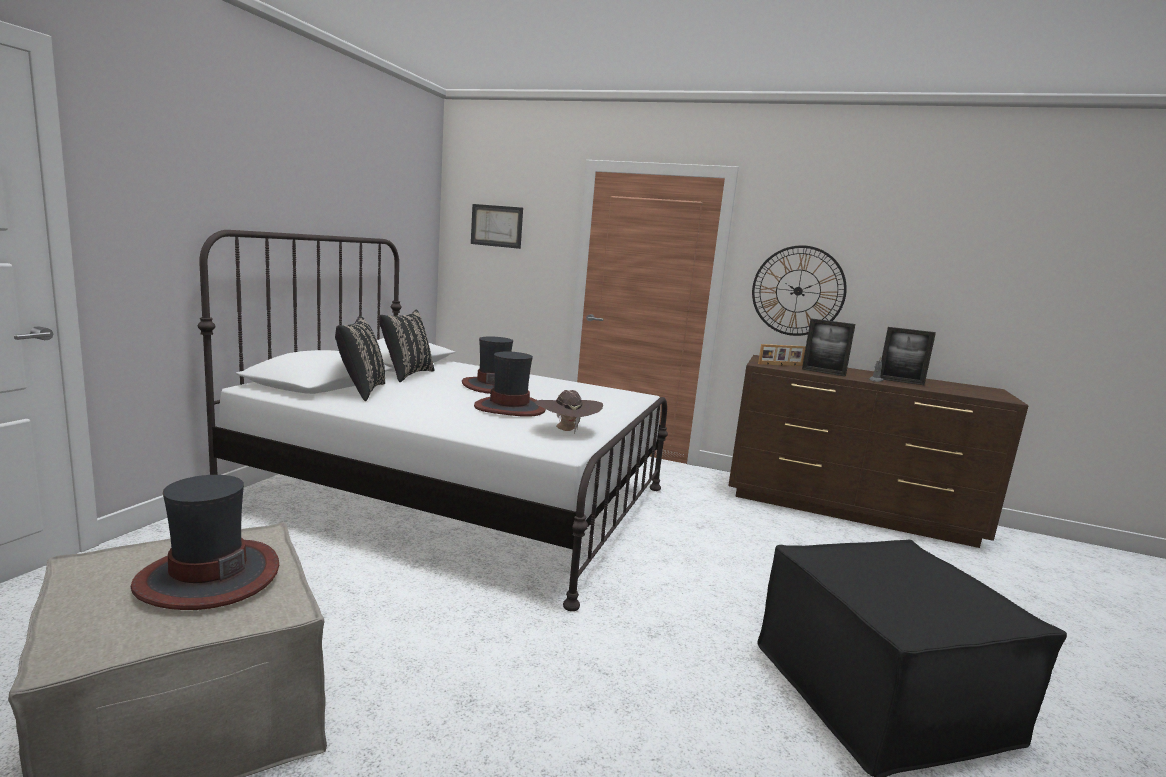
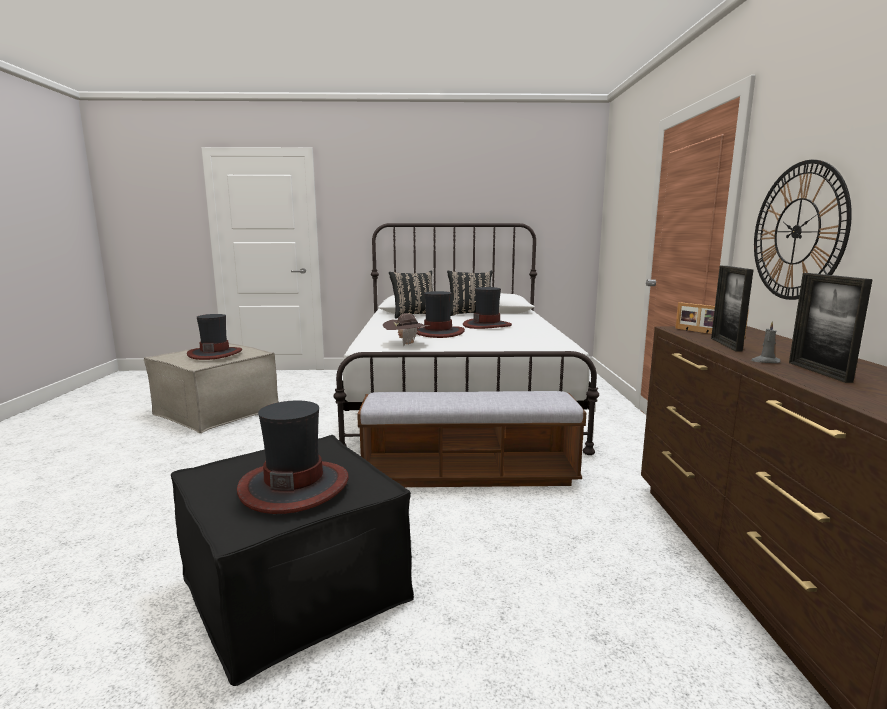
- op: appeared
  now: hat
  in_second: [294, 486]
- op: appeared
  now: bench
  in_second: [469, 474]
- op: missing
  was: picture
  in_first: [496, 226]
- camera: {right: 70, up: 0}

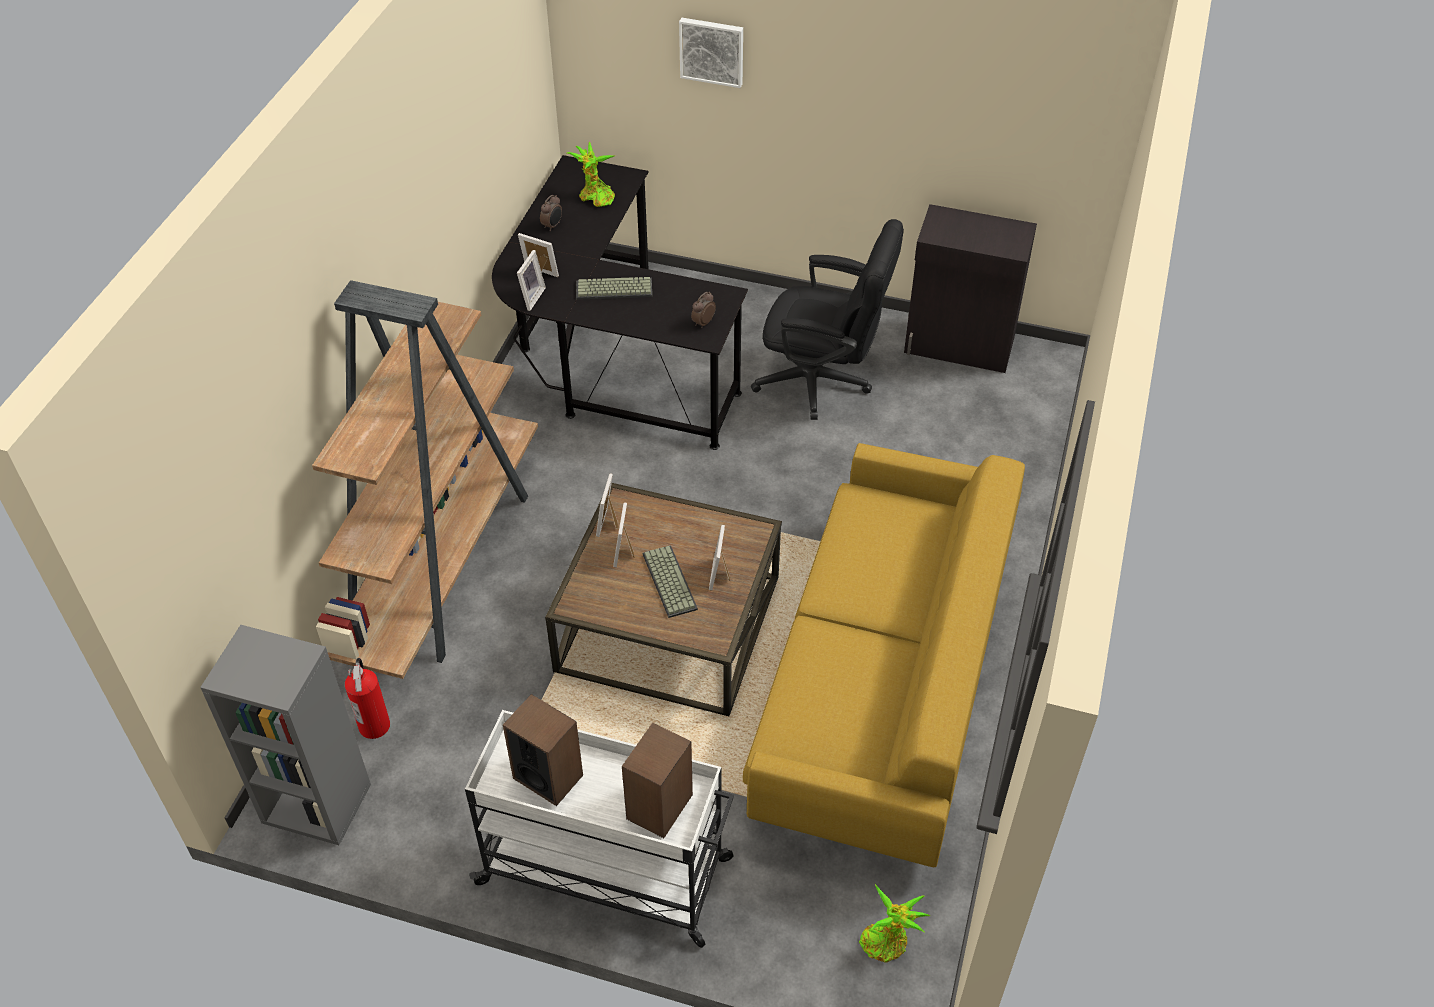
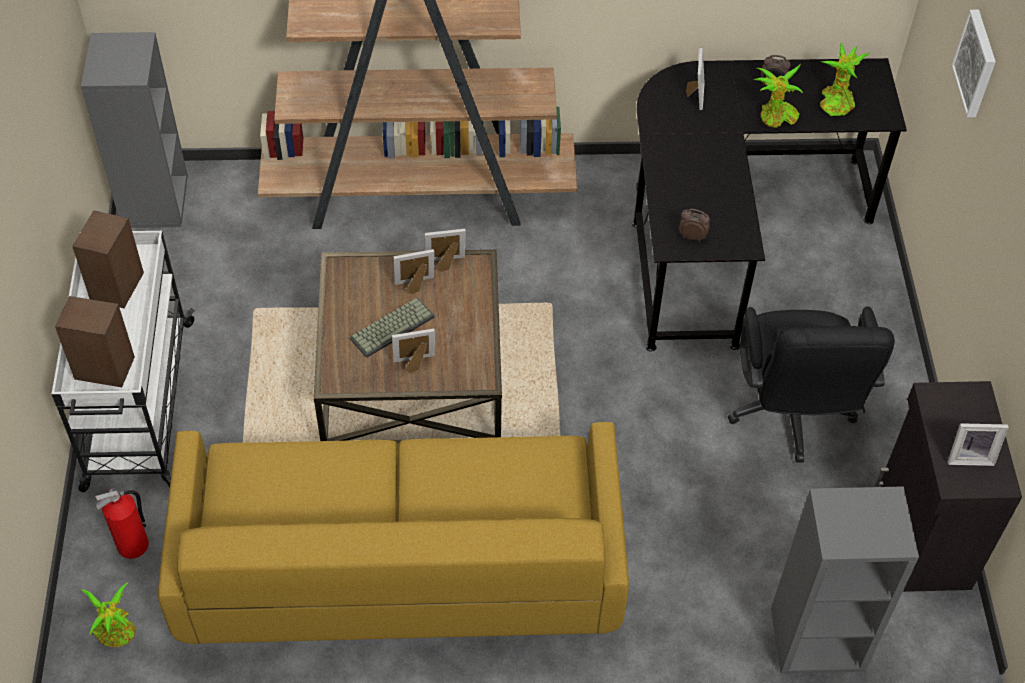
- op: relocated
  was: fire extinguisher
  in_first: [375, 725]
  in_second: [134, 545]
- op: appeared
  now: potted plant
  in_second: [775, 118]
- op: appeared
  now: bookcase (grey)
  in_second: [816, 640]
- op: relocated
  was: picture frame
  in_first: [530, 297]
  in_second: [969, 456]
- op: missing
  was: keyboard
  in_first: [613, 290]
- camera: {right: 70, up: 5}

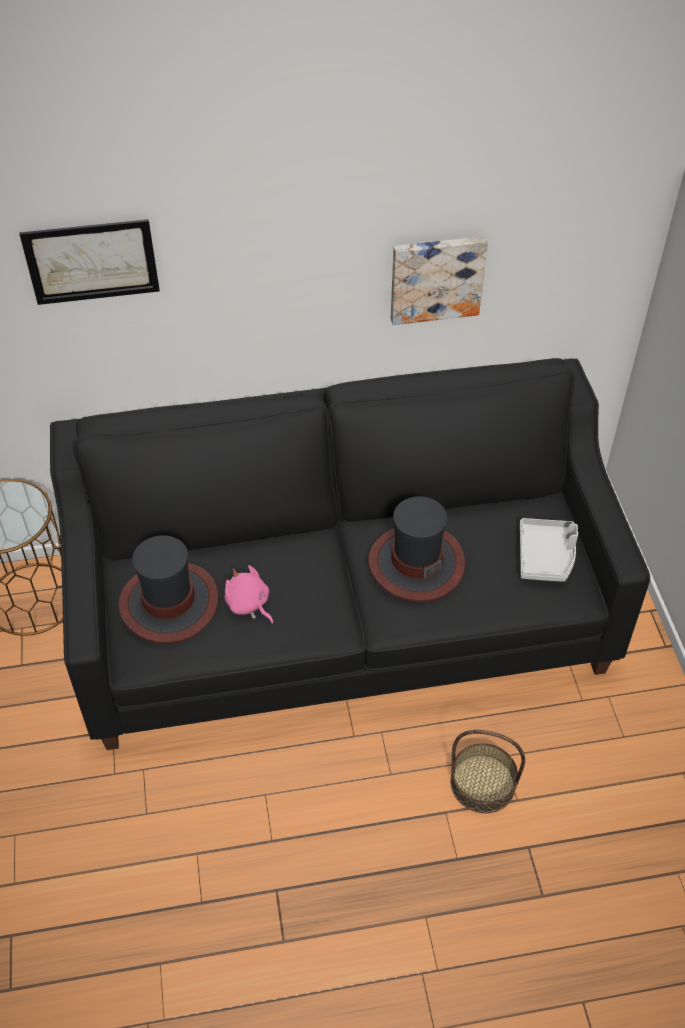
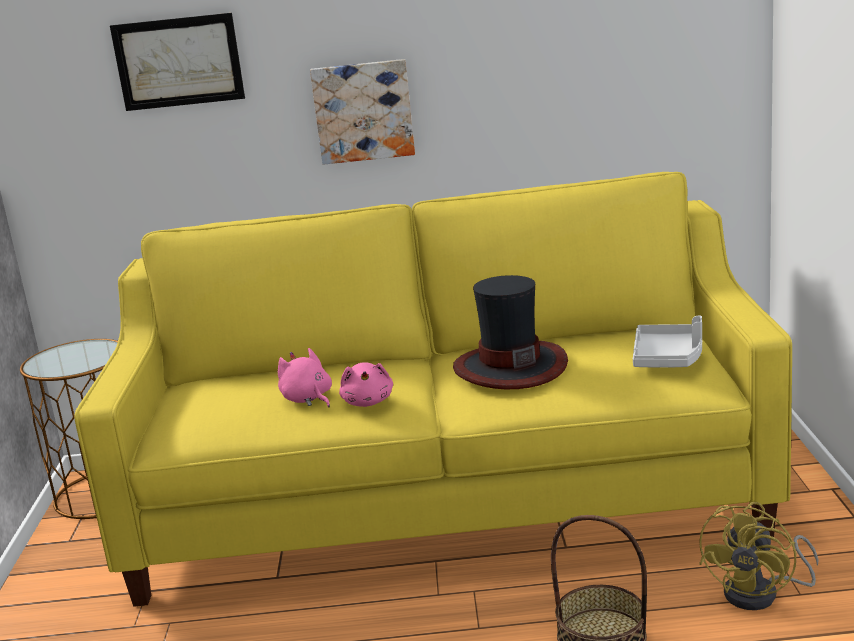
- op: colour
  was: sofa (black)
  now: sofa (yellow)
  in_first: [342, 616]
  in_second: [446, 499]
- op: relocated
  was: picture
  in_first: [436, 278]
  in_second: [363, 111]
- op: appeared
  now: plush toy (pink)
  in_second: [368, 402]
- op: appeared
  now: fan (yellow)
  in_second: [761, 594]
- op: missing
  was: hat
  in_first: [169, 603]
- camera: {right: 10, up: -30}

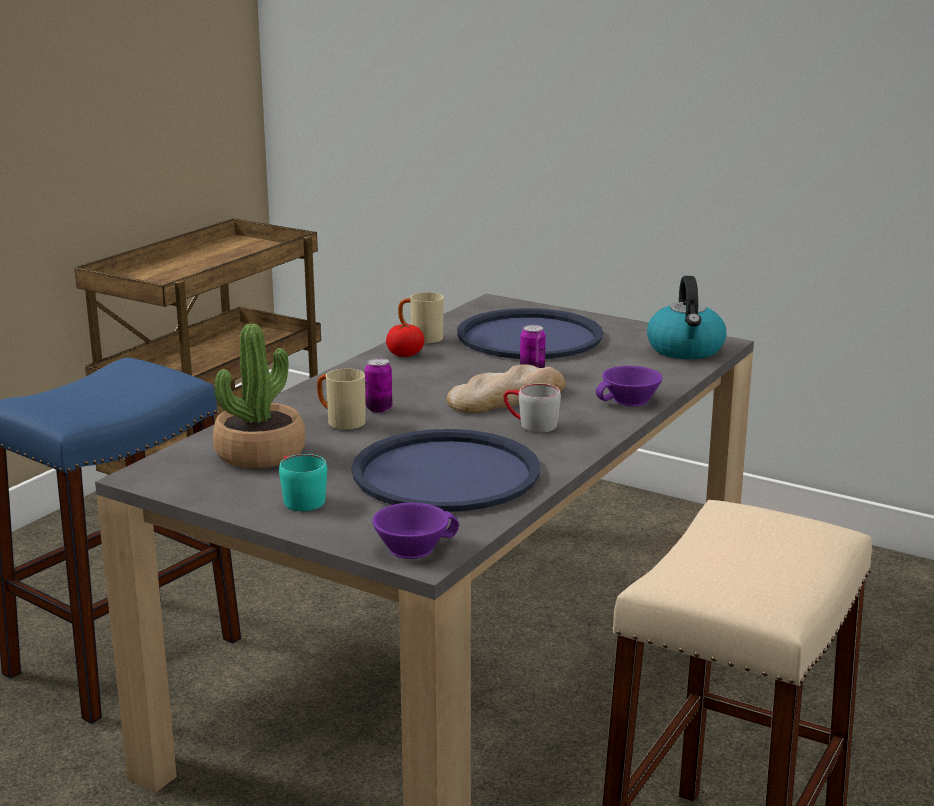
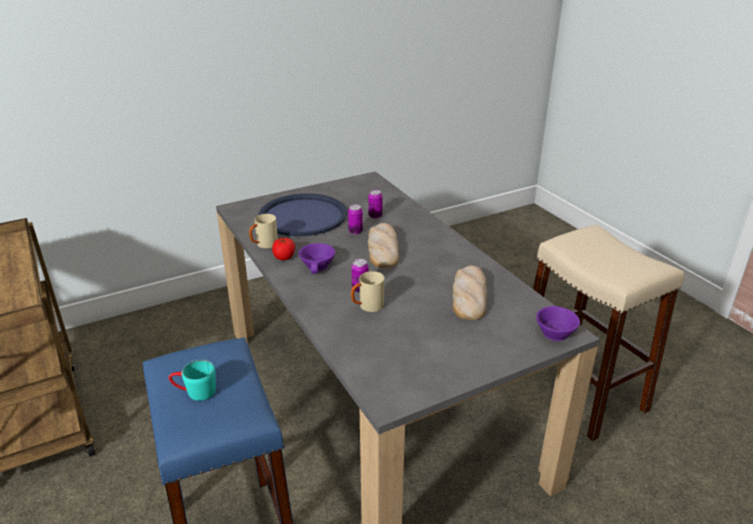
- op: relocated
  was: mug (turquoise)
  in_first: [299, 499]
  in_second: [194, 392]
- op: relocated
  was: cup (purple)
  in_first: [630, 401]
  in_second: [319, 266]
- op: appeared
  now: can
  in_second: [375, 216]
- op: exchanged
  was: tray (blue)
  now: bread
  in_first: [446, 473]
  in_second: [469, 295]
- op: missing
  was: potted plant
  in_first: [260, 453]
- op: missing
  was: mug (grey)
  in_first: [530, 424]
- op: missing
  was: kettle
  in_first: [686, 350]
- camera: {right: -60, up: 10}

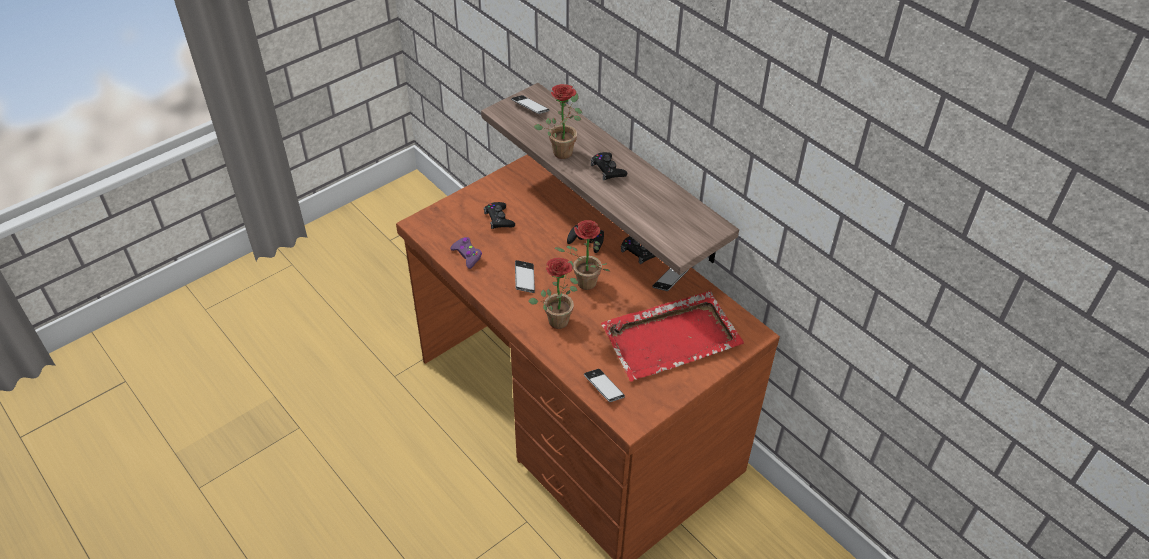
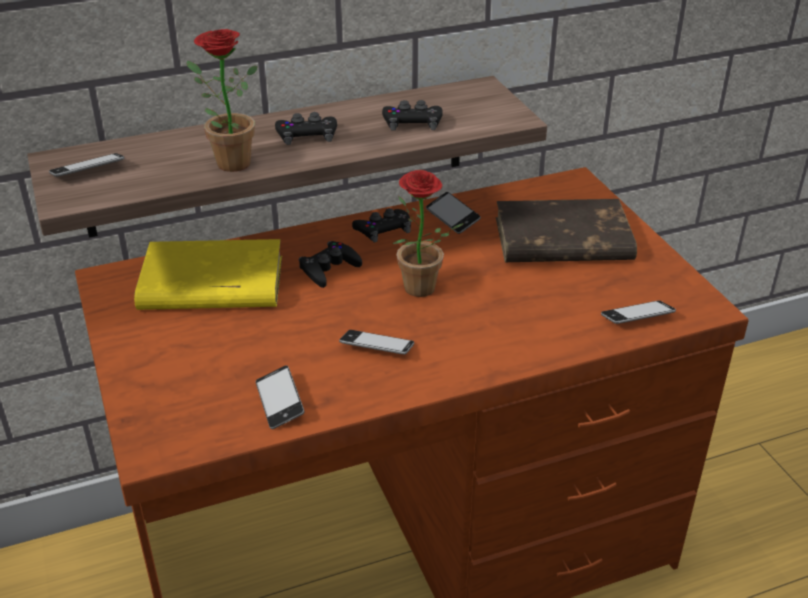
- op: appeared
  now: book (yellow)
  in_second: [210, 284]
- op: exchanged
  was: game controller (purple)
  now: phone
  in_first: [467, 255]
  in_second: [280, 402]
- op: relocated
  was: game controller (black)
  in_first: [499, 219]
  in_second: [412, 123]
- op: exchanged
  was: tray (red)
  now: book (brown)
  in_first: [672, 338]
  in_second: [561, 240]
- op: missing
  was: potted plant
  in_first: [558, 318]
- camera: {right: -70, up: -10}

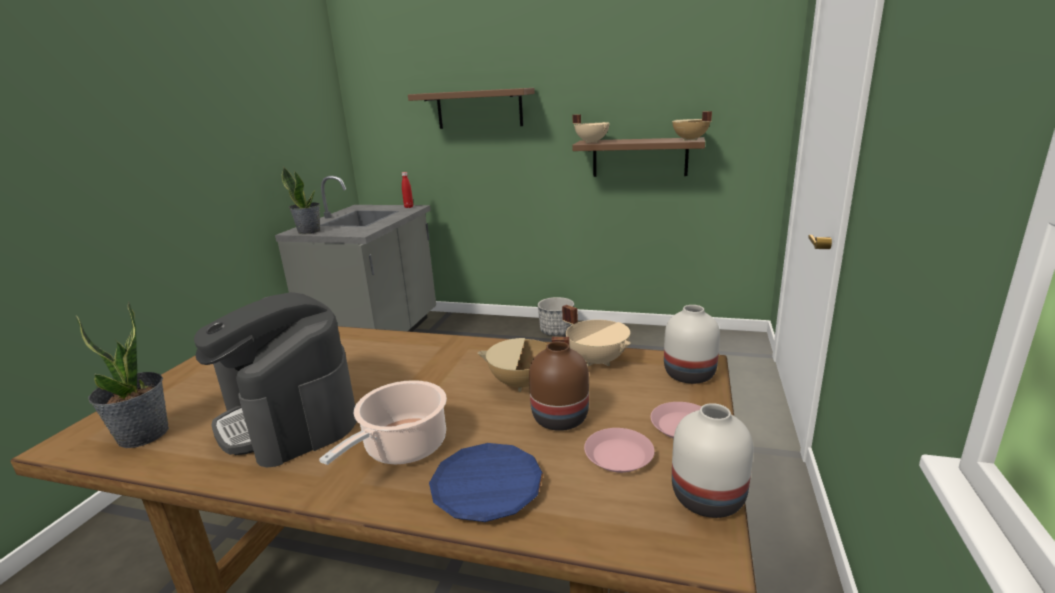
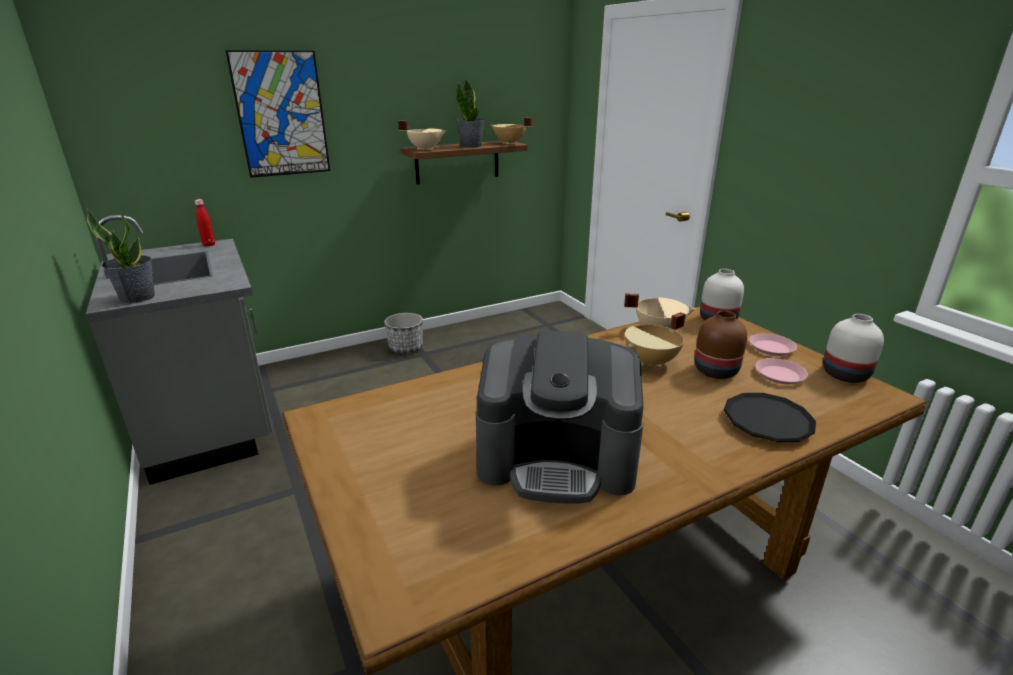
- op: exchanged
  was: shelf (brown)
  now: picture
  in_first: [479, 109]
  in_second: [281, 114]
- op: relocated
  was: potted plant
  in_first: [144, 435]
  in_second: [471, 146]
- op: colour
  was: plate (blue)
  now: plate (black)
  in_first: [487, 487]
  in_second: [767, 422]
- op: missing
  was: cooking pot
  in_first: [402, 448]
- camera: {right: -45, up: 5}

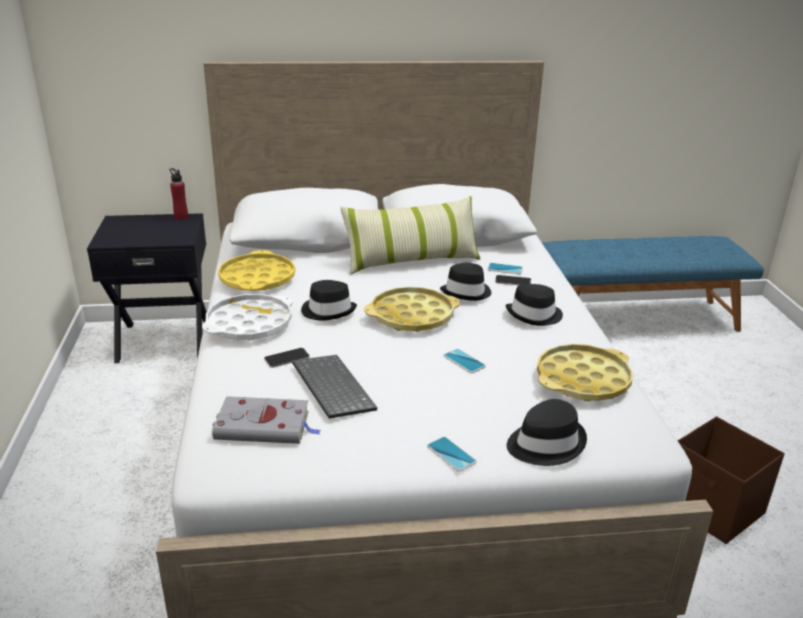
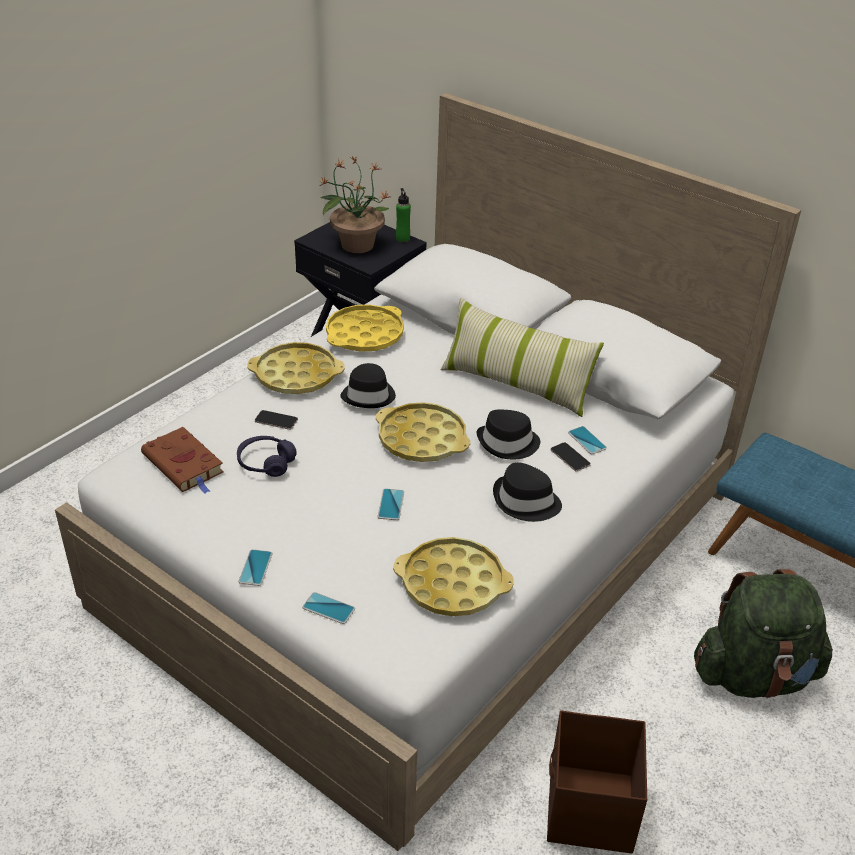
- op: colour
  was: book (grey)
  now: book (brown)
  in_first: [265, 426]
  in_second: [184, 465]
- op: exchanged
  was: keyboard
  now: headphones (purple)
  in_first: [330, 387]
  in_second: [266, 463]
- op: colour
  was: tray (white)
  now: tray (yellow)
  in_first: [249, 324]
  in_second: [296, 375]
- op: exchanged
  was: hat (black)
  now: phone
  in_first: [545, 443]
  in_second: [328, 608]
- op: appeared
  now: potted plant
  in_second: [356, 245]
- op: colour
  was: bottle (red)
  now: bottle (green)
  in_first: [181, 217]
  in_second: [403, 239]
- op: appeared
  now: backpack (green)
  in_second: [754, 675]
- camera: {right: 45, up: 10}

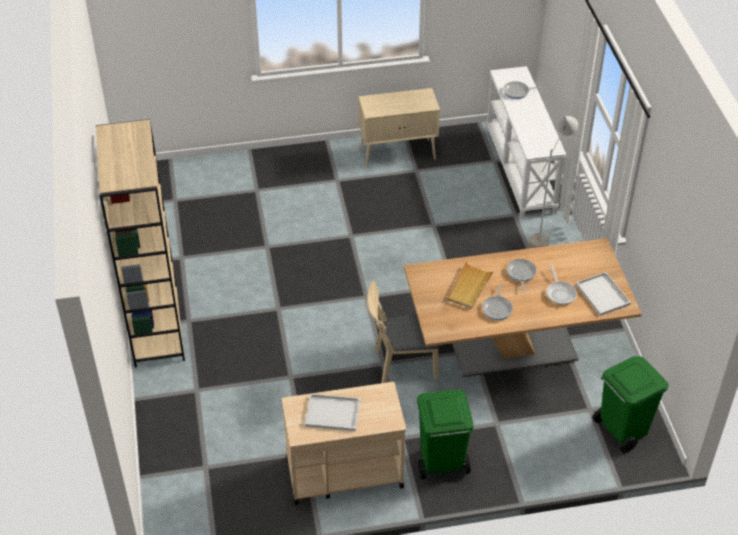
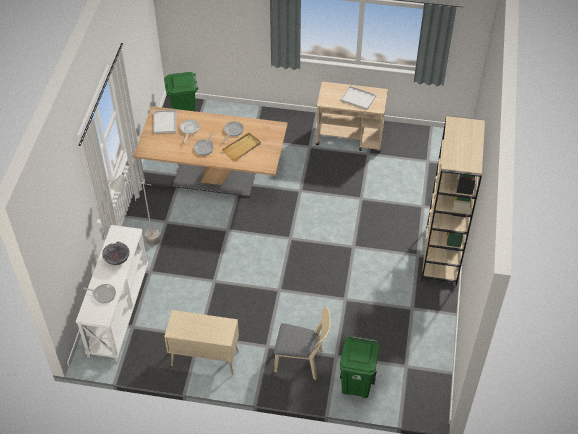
- op: appeared
  now: bowl
  in_second: [117, 259]
- op: relocated
  was: chair (beige)
  in_first: [400, 365]
  in_second: [302, 362]
- op: relocated
  was: trash can (green)
  in_first: [441, 462]
  in_second: [357, 385]
- camera: {right: -160, up: 5}

